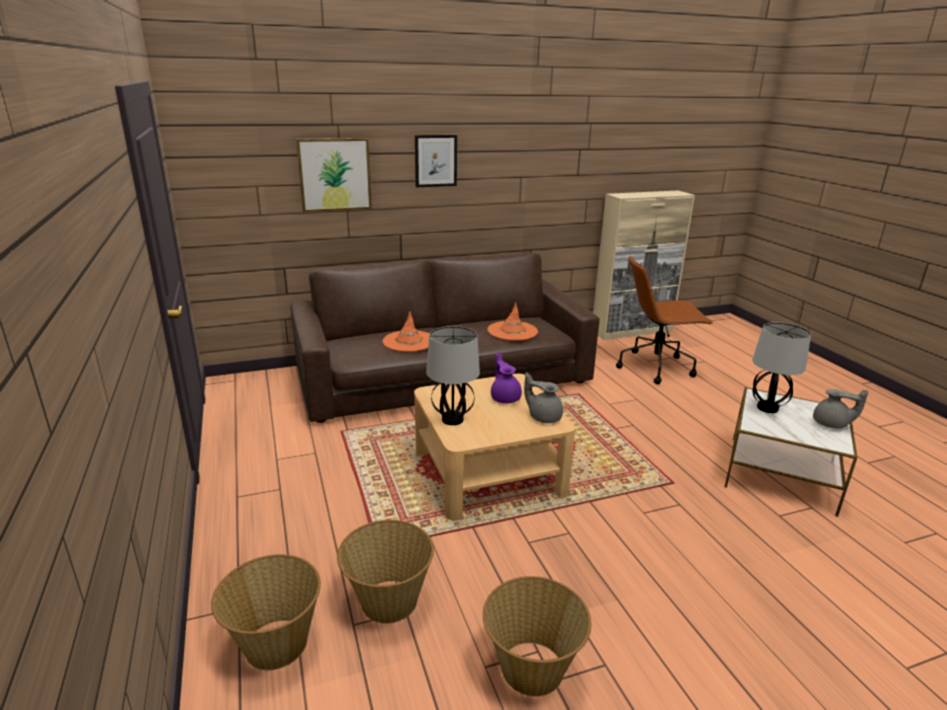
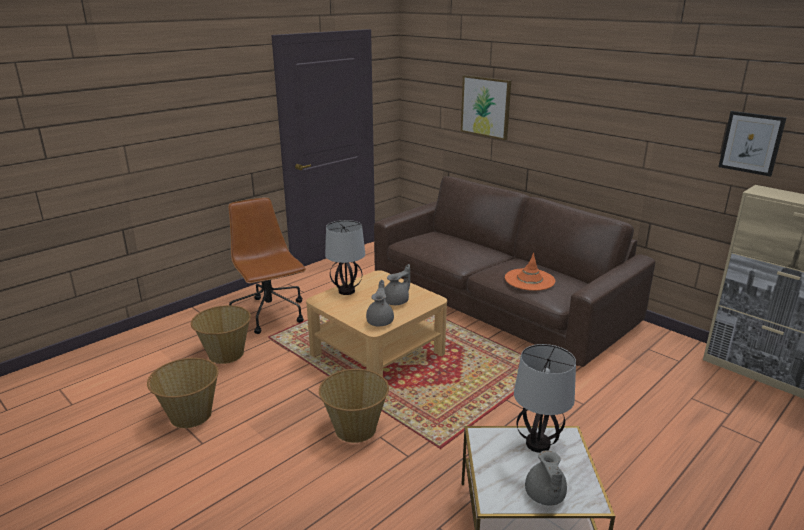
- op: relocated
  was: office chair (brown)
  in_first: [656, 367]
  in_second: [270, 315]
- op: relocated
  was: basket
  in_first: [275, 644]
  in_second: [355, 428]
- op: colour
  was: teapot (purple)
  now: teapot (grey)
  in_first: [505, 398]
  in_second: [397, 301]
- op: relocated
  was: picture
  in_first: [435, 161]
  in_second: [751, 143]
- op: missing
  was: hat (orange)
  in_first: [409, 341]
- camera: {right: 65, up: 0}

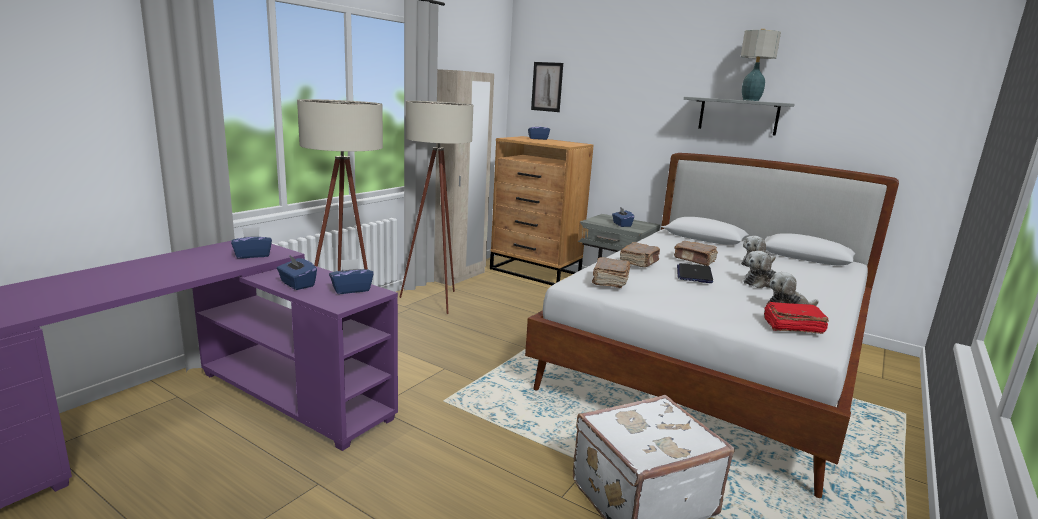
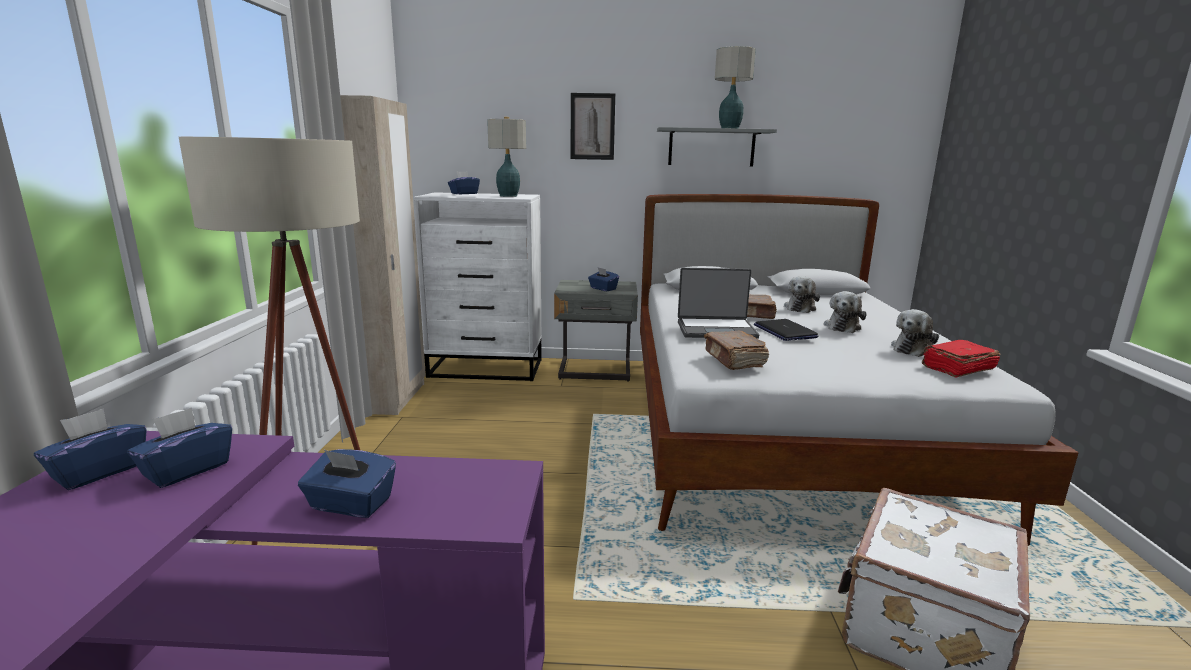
- op: relocated
  was: tissue box (blue)
  in_first: [351, 289]
  in_second: [99, 472]
- op: colour
  was: dresser (brown)
  now: dresser (white)
  in_first: [535, 272]
  in_second: [487, 368]
- op: appeared
  now: table lamp
  in_second: [508, 196]
- op: relocated
  was: picture
  in_first: [547, 87]
  in_second: [592, 126]
- op: exchanged
  was: book (brown)
  now: laptop
  in_first: [639, 262]
  in_second: [716, 330]
- op: missing
  was: floor lamp (beige)
  in_first: [436, 303]
- camera: {right: -30, up: 0}

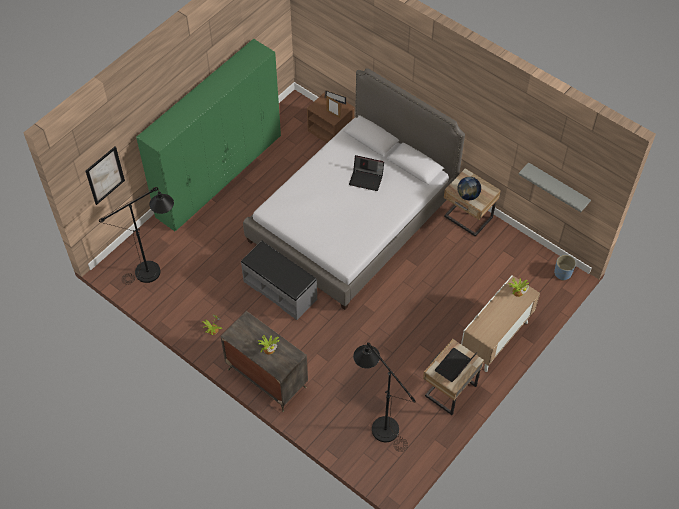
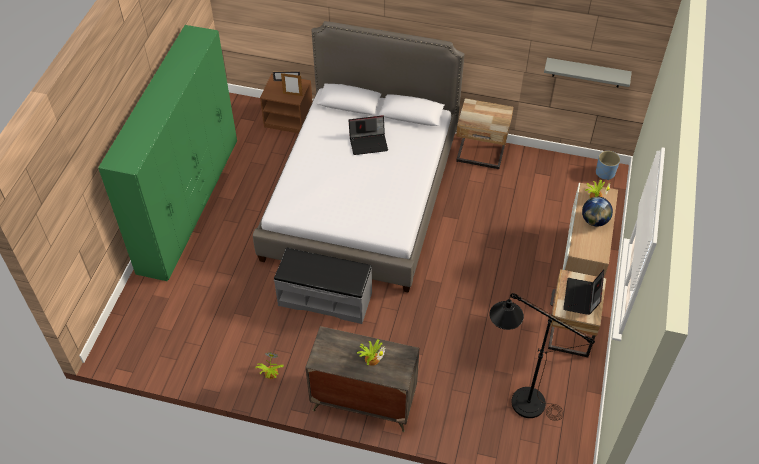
- op: relocated
  was: globe
  in_first: [468, 195]
  in_second: [594, 221]
- op: missing
  was: picture
  in_first: [105, 175]
- op: missing
  was: floor lamp (black)
  in_first: [155, 269]
- camera: {right: -25, up: -5}

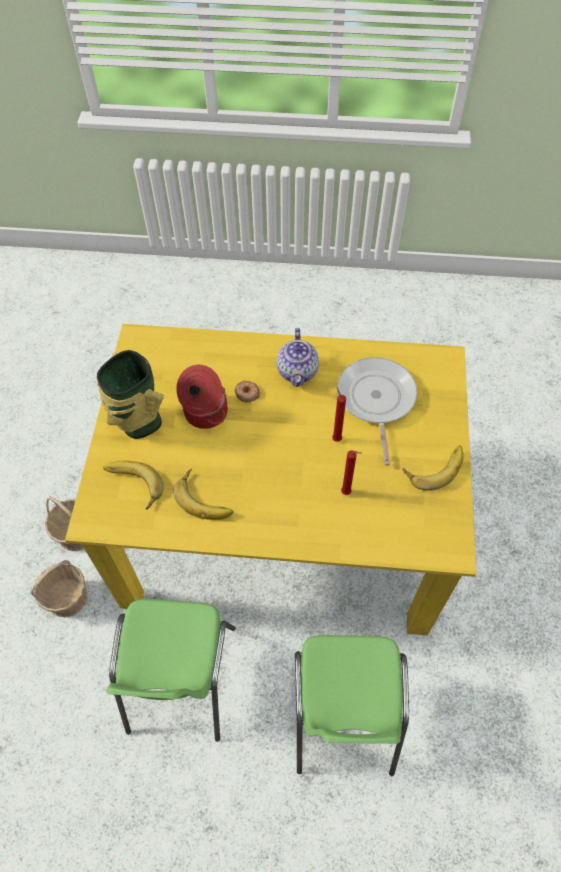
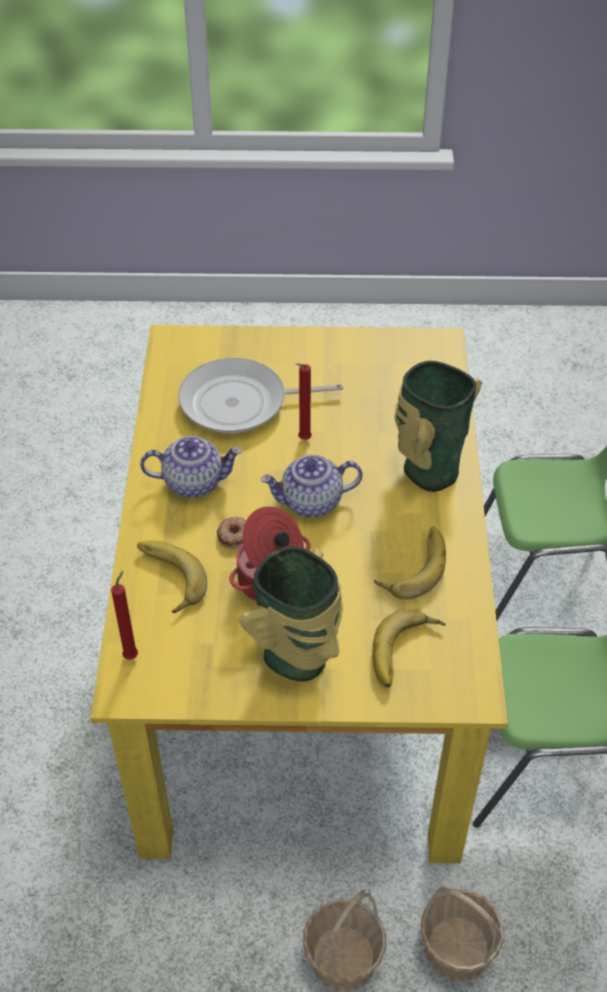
- op: relocated
  was: candle (red)
  in_first: [347, 493]
  in_second: [132, 654]
- op: relocated
  was: banana
  in_first: [434, 467]
  in_second: [166, 579]
- op: appeared
  now: teapot
  in_second: [311, 502]
- op: appeared
  now: vase
  in_second: [427, 469]
- camera: {right: -95, up: -10}

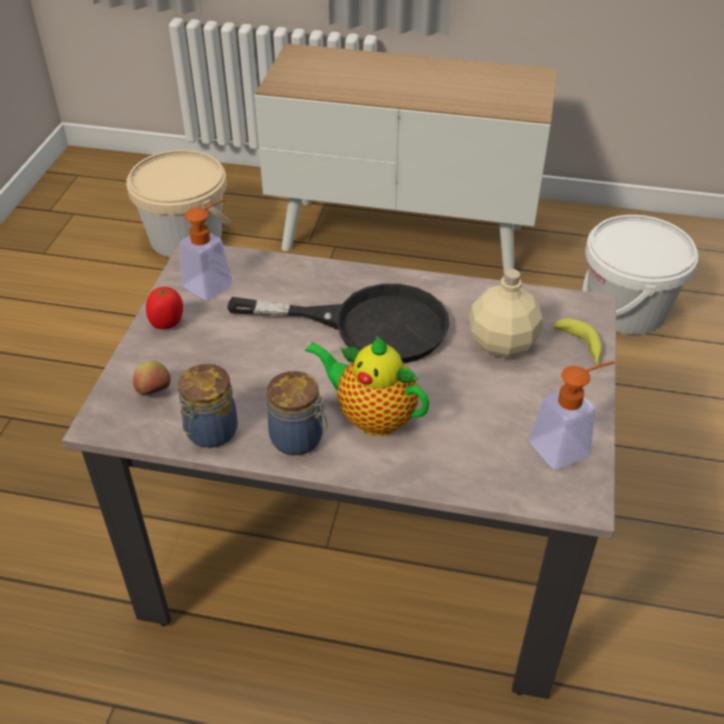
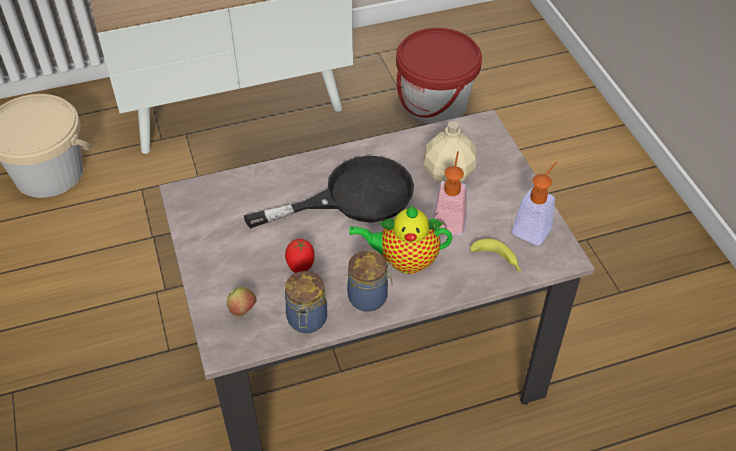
- op: relocated
  was: tomato
  in_first: [167, 323]
  in_second: [301, 266]
- op: colour
  was: bucket (white)
  now: bucket (red)
  in_first: [625, 309]
  in_second: [435, 103]
- op: relocated
  was: soap dispenser
  in_first: [214, 282]
  in_second: [449, 218]
- op: relocated
  was: banana
  in_first: [580, 347]
  in_second: [497, 260]
- camera: {right: -30, up: 5}

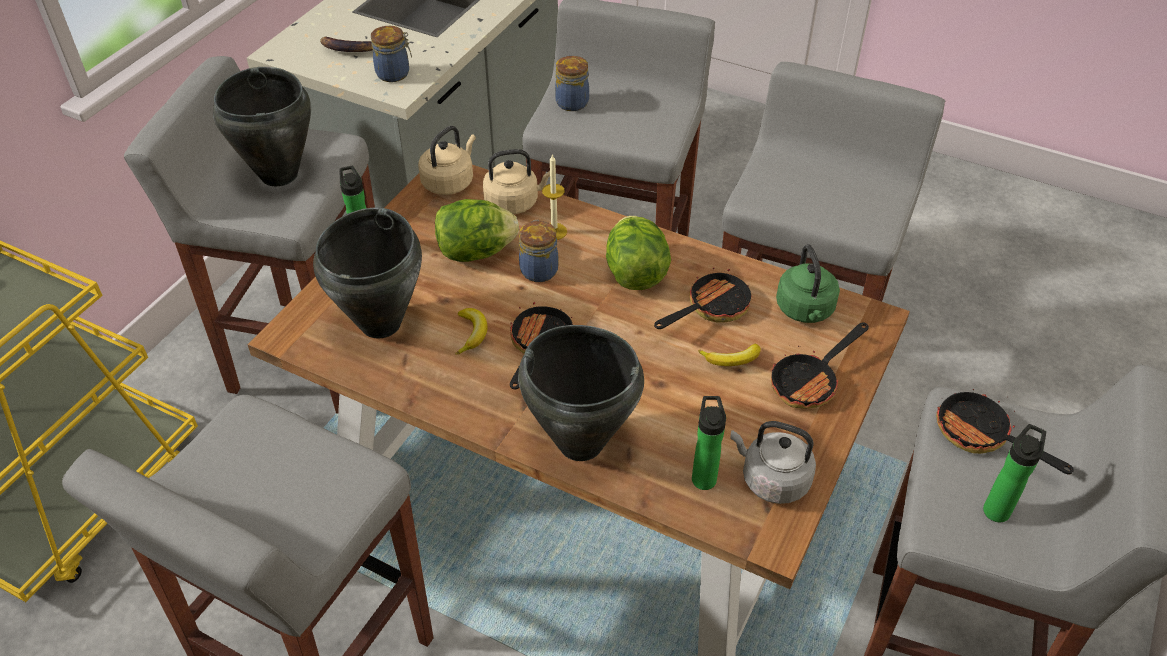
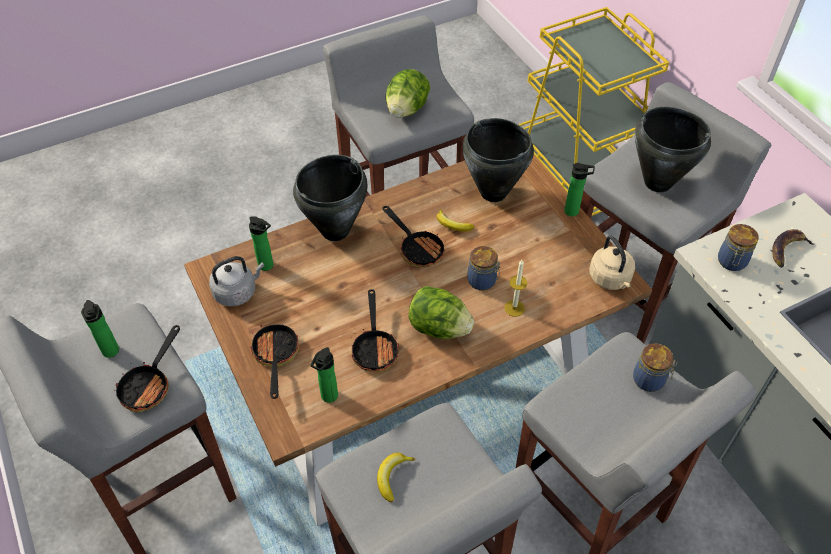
- op: spun
  was: frying pan
  in_first: [981, 436]
  in_second: [149, 385]
  clockwise: 120
- op: exchanged
  was: kettle (green)
  now: bottle
  in_first: [805, 310]
  in_second: [328, 397]
- op: relocated
  was: banana
  in_first: [731, 360]
  in_second: [392, 477]
- op: relocated
  was: lettuce
  in_first: [475, 252]
  in_second: [406, 109]
- op: missing
  was: kettle (beige)
  in_first: [515, 202]
- camera: {right: 125, up: 5}

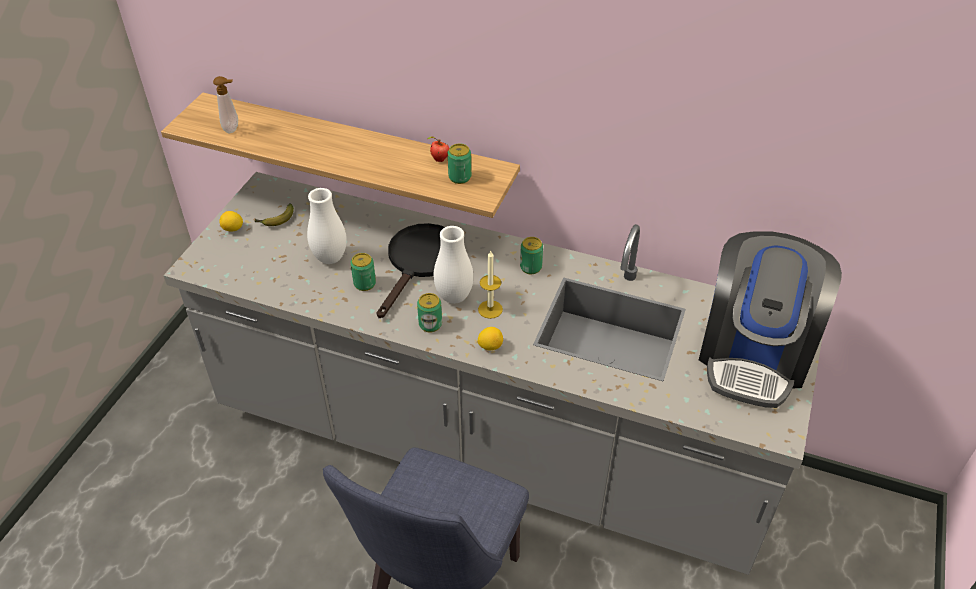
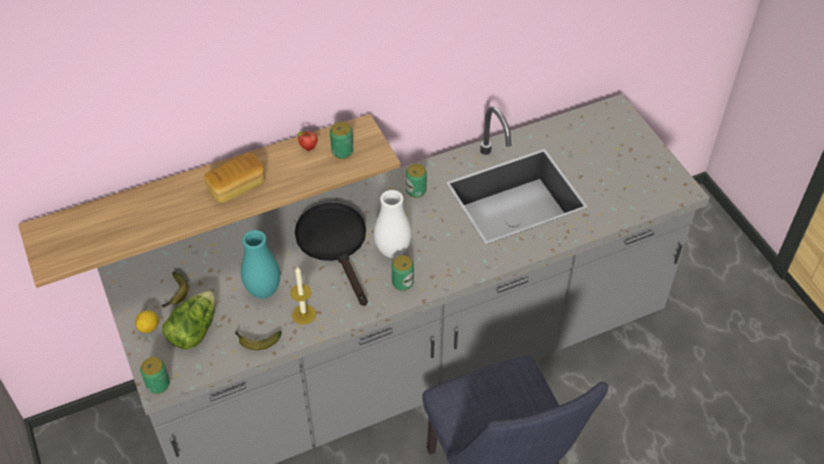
- op: relocated
  was: can
  in_first: [364, 284]
  in_second: [158, 384]
- op: appeared
  now: lettuce
  in_second: [193, 330]
- op: appeared
  now: bread
  in_second: [237, 187]
- op: appeared
  now: banana
  in_second: [256, 341]
- op: colour
  was: vase (white)
  now: vase (turquoise)
  in_first: [330, 258]
  in_second: [263, 291]
- op: relocated
  was: candle
  in_first: [490, 309]
  in_second: [304, 314]
- op: missing
  was: soap dispenser
  in_first: [233, 129]
- op: missing
  was: lemon
  in_first: [490, 346]
- op: missing
  was: coffee machine
  in_first: [754, 354]
- camera: {right: -45, up: 5}

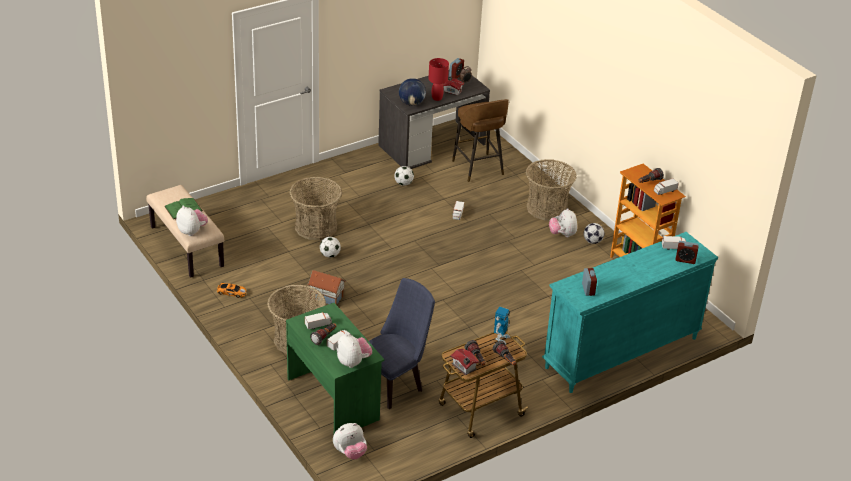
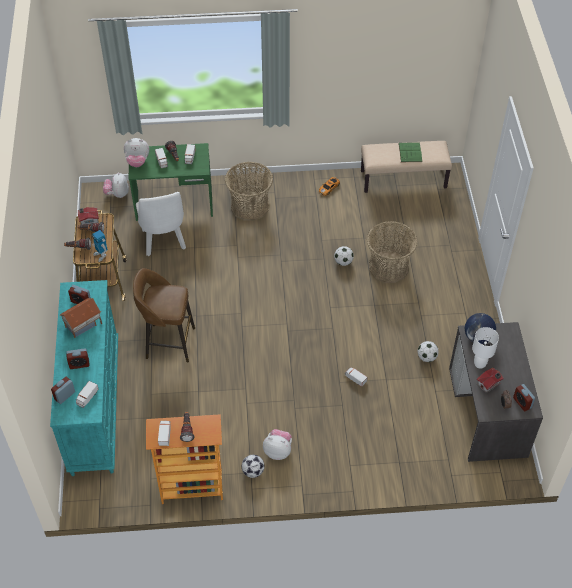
- op: relocated
  was: toy house
  in_first: [327, 297]
  in_second: [83, 325]
- op: appeared
  now: alarm clock
  in_second: [79, 364]
- op: relocated
  was: stool (brown)
  in_first: [478, 169]
  in_second: [168, 343]
- op: colour
  was: chair (blue)
  now: chair (white)
  in_first: [394, 385]
  in_second: [164, 242]
- op: colour
  was: table lamp (red)
  now: table lamp (white)
  in_first: [436, 98]
  in_second: [480, 363]
- op: missing
  was: plush toy
  in_first: [192, 231]
- op: missing
  was: basket
  in_first: [546, 208]
- camera: {right: 120, up: 15}

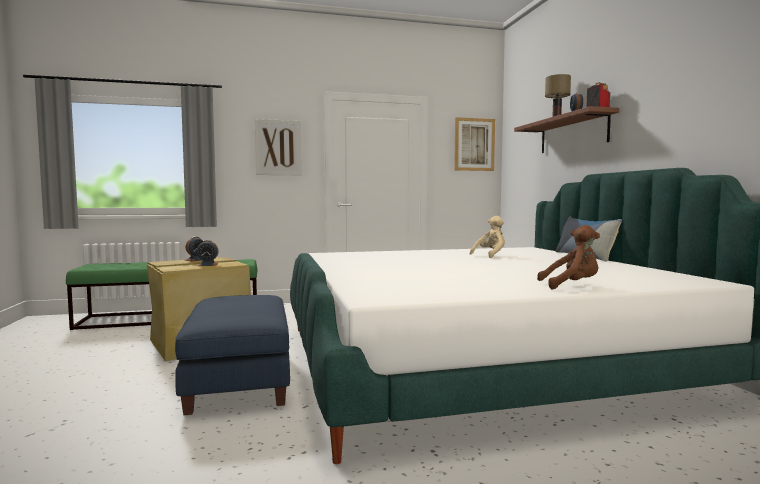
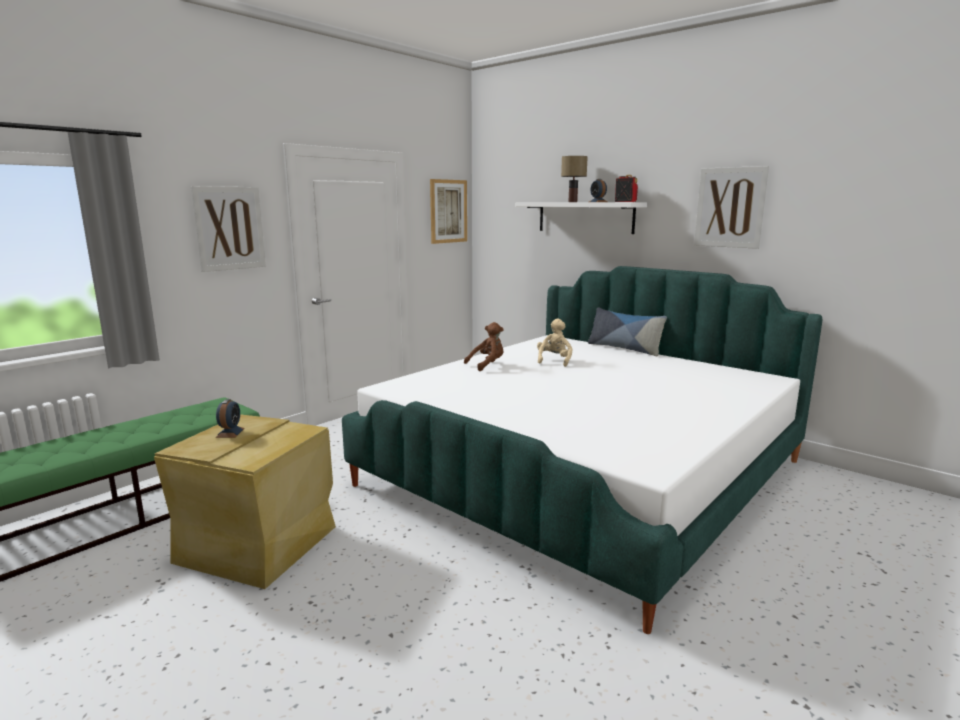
- op: relocated
  was: plush toy (brown)
  in_first: [571, 286]
  in_second: [487, 365]
- op: colour
  was: shelf (brown)
  now: shelf (white)
  in_first: [572, 133]
  in_second: [585, 217]
- op: appeared
  now: picture
  in_second: [730, 207]
- op: missing
  was: ottoman (blue)
  in_first: [239, 381]
- op: missing
  was: alarm clock
  in_first: [208, 265]
- camera: {right: -35, up: 10}

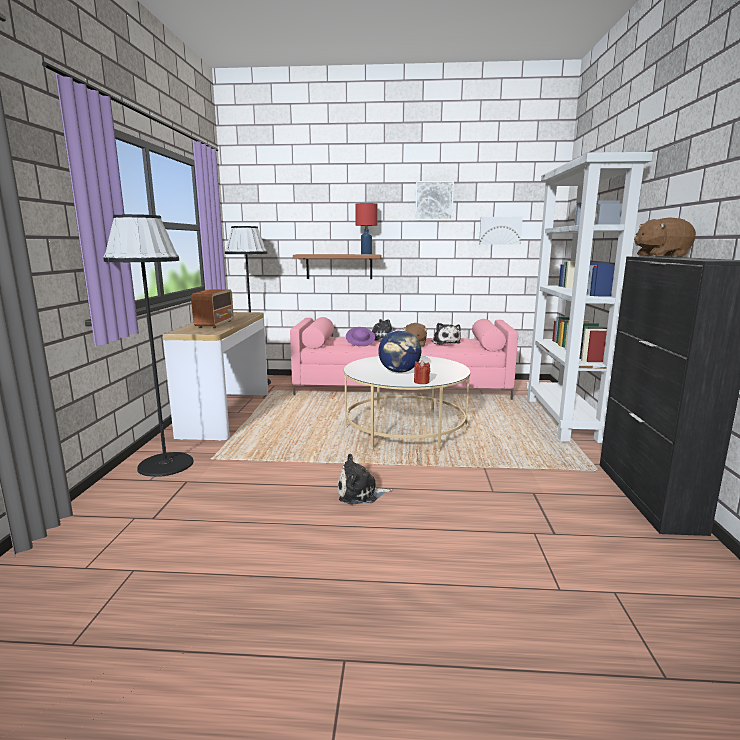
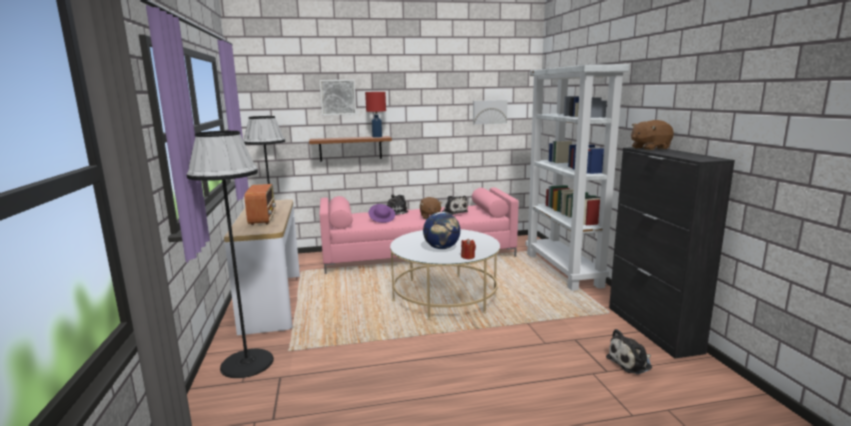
- op: relocated
  was: picture
  in_first: [434, 201]
  in_second: [338, 97]
- op: relocated
  was: plush toy
  in_first: [360, 493]
  in_second: [631, 362]
- camera: {right: -15, up: 0}

